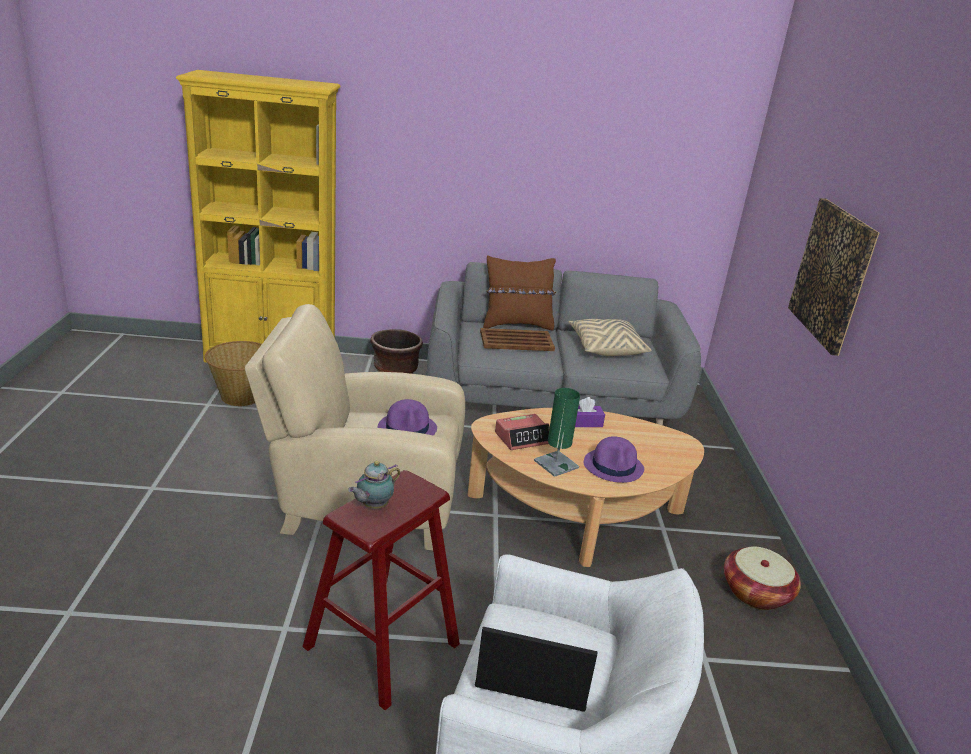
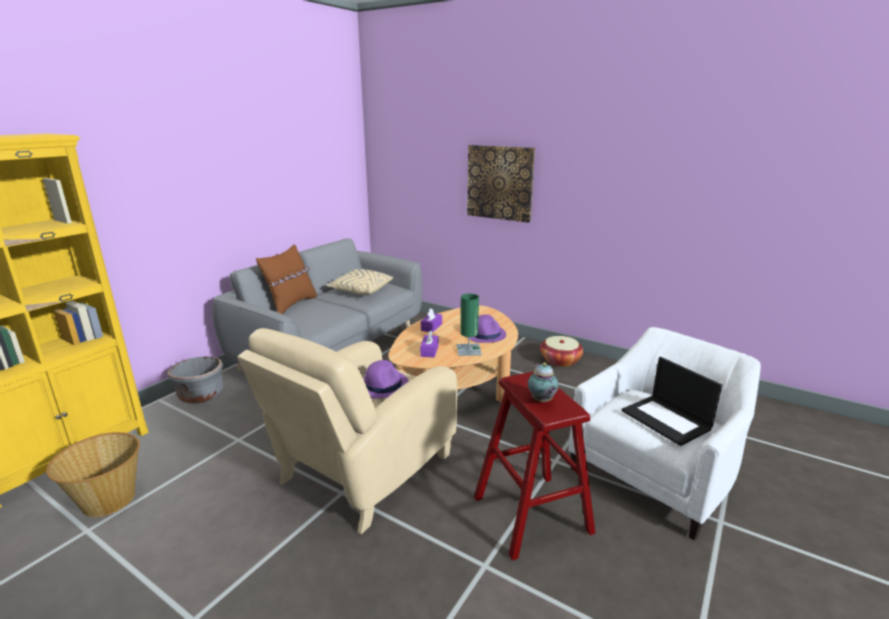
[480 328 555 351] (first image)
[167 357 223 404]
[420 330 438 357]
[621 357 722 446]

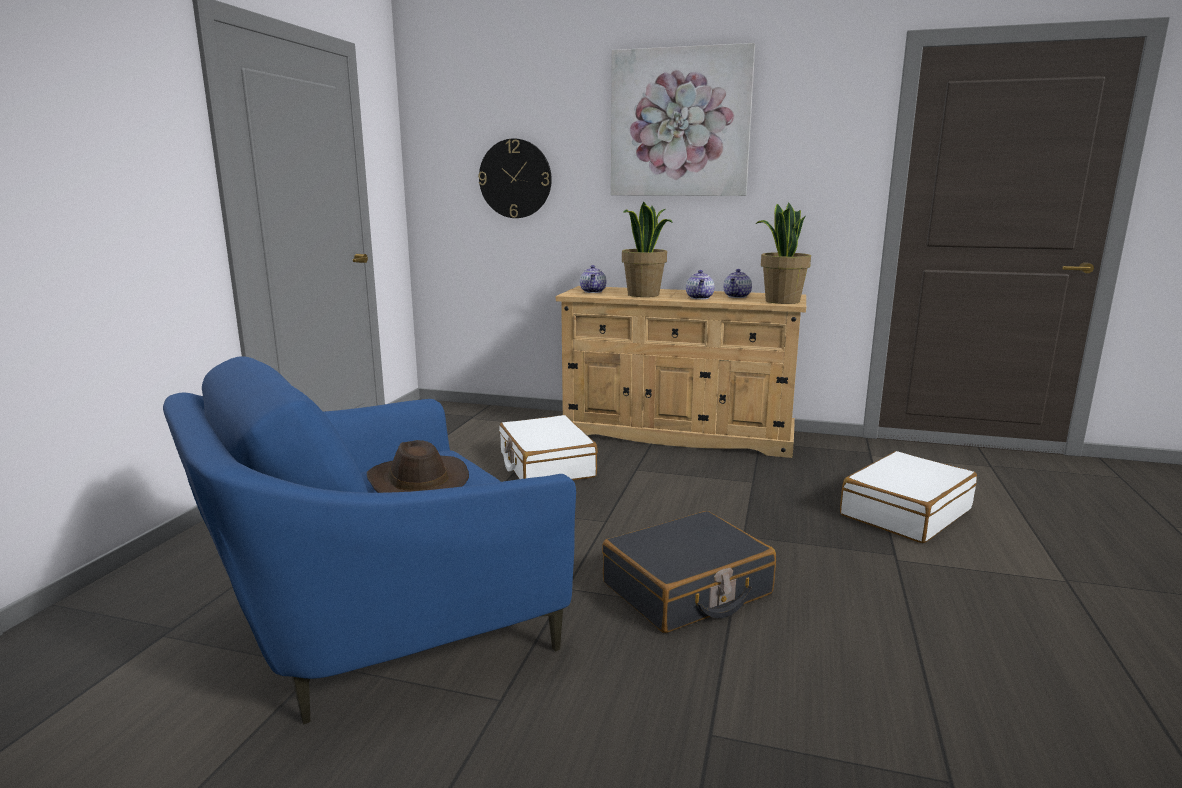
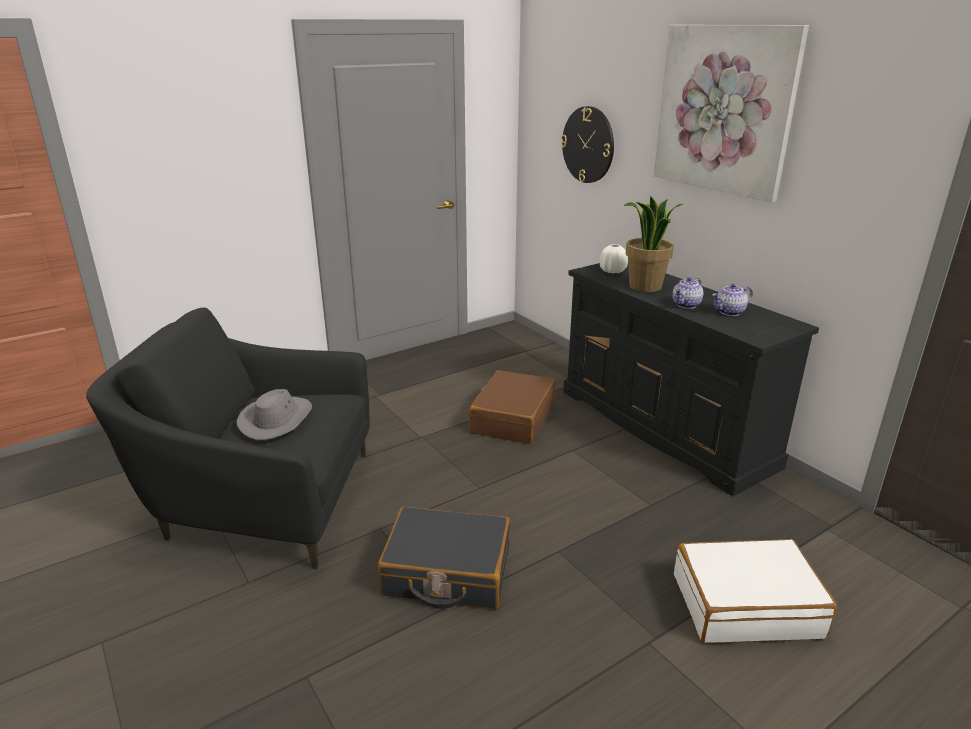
[756 202 811 304] (first image)
[600 244 628 273]
[563 263 819 496]
[86 307 370 569]
[469 370 555 444]
[236 389 312 440]

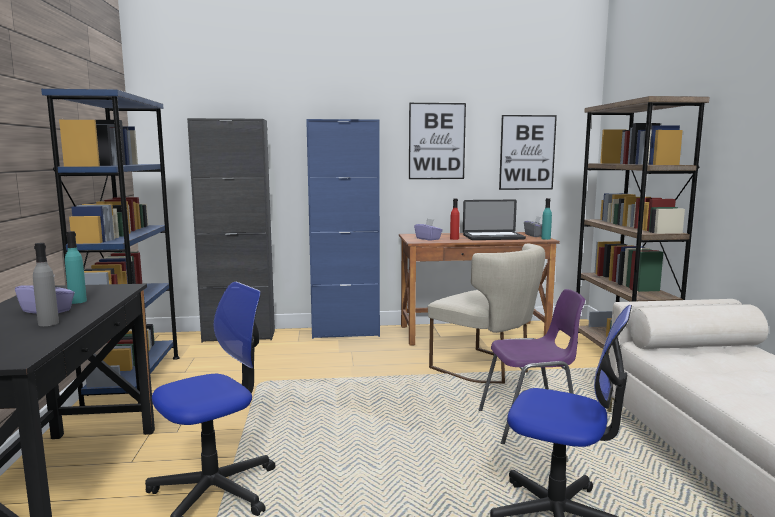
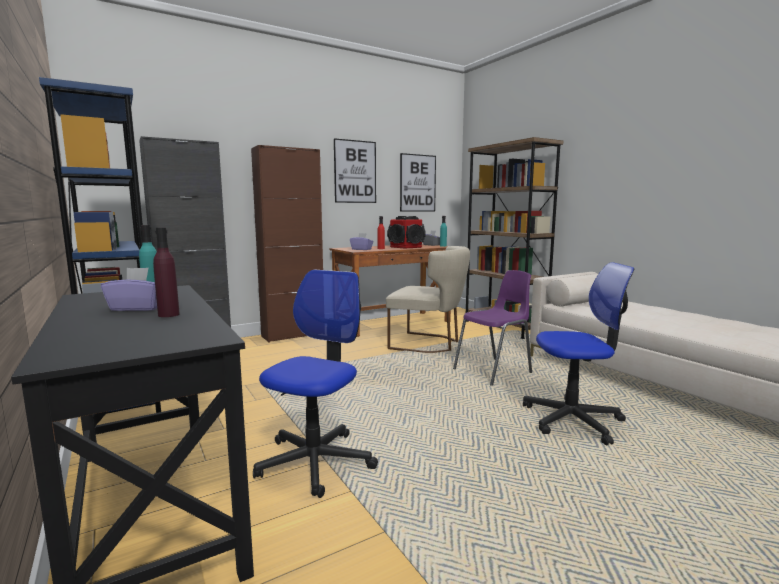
[251 145 323 343]
[387 216 426 248]
[153 228 180 317]

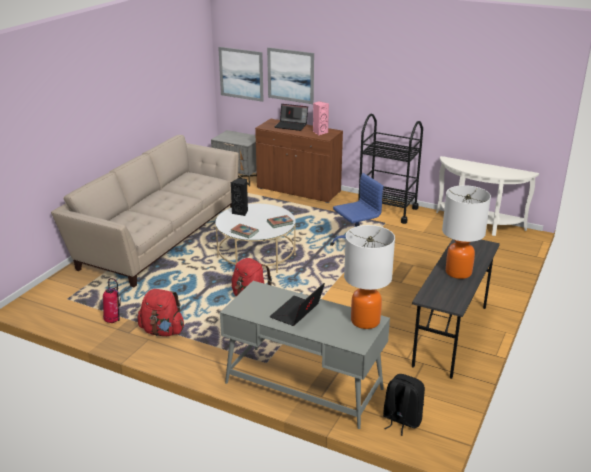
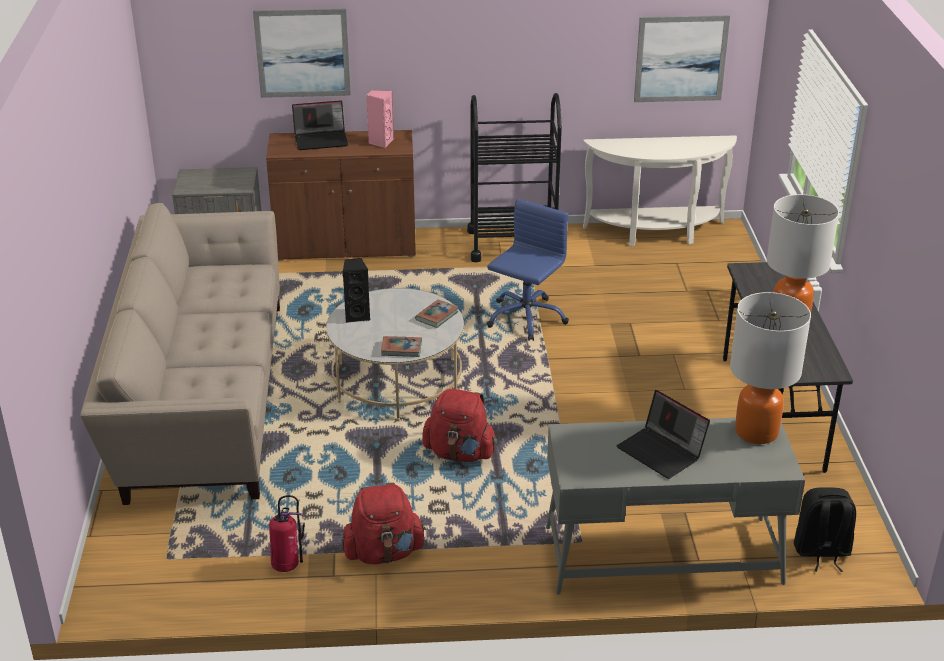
[634 15 730 102]
[617 390 710 479]

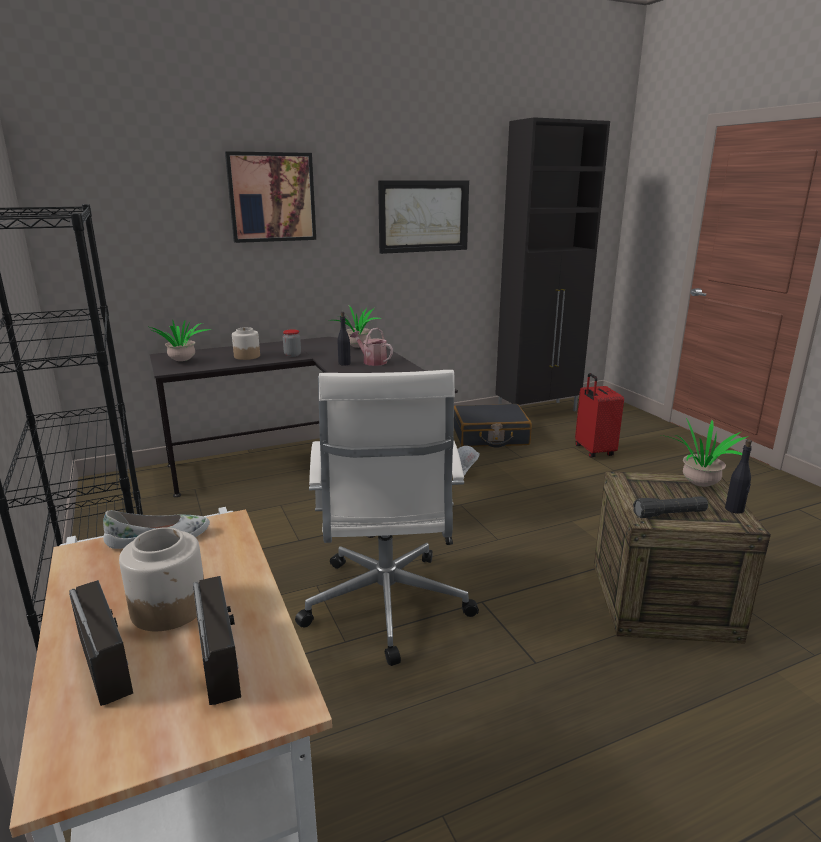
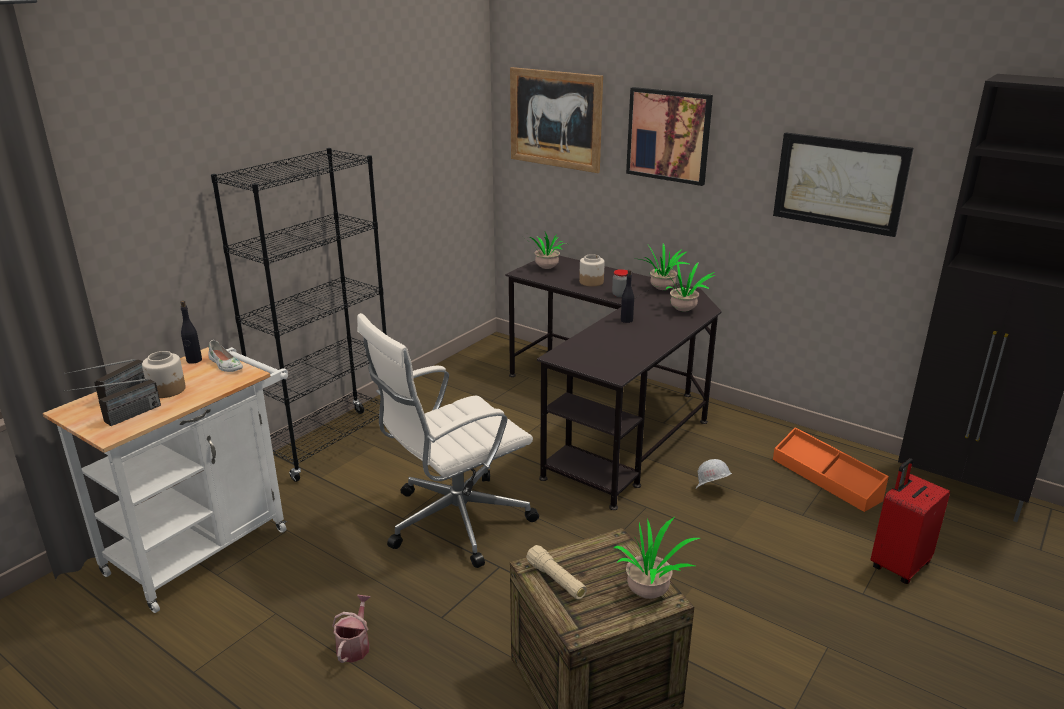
[332 595 371 663]
[773 427 889 512]
[180 301 202 364]
[526 545 587 600]
[510 67 603 173]
[639 243 689 290]

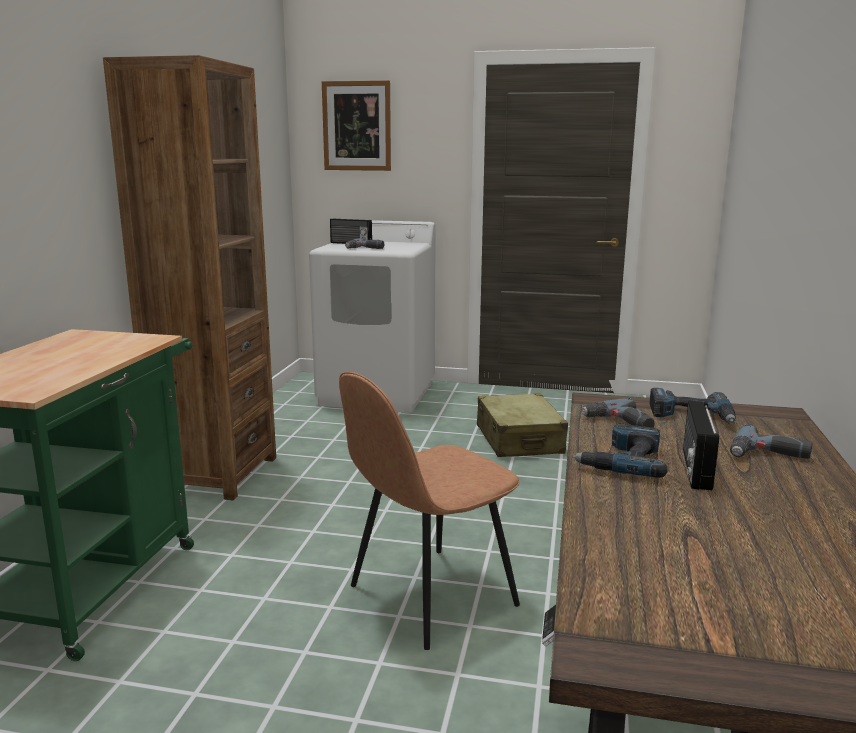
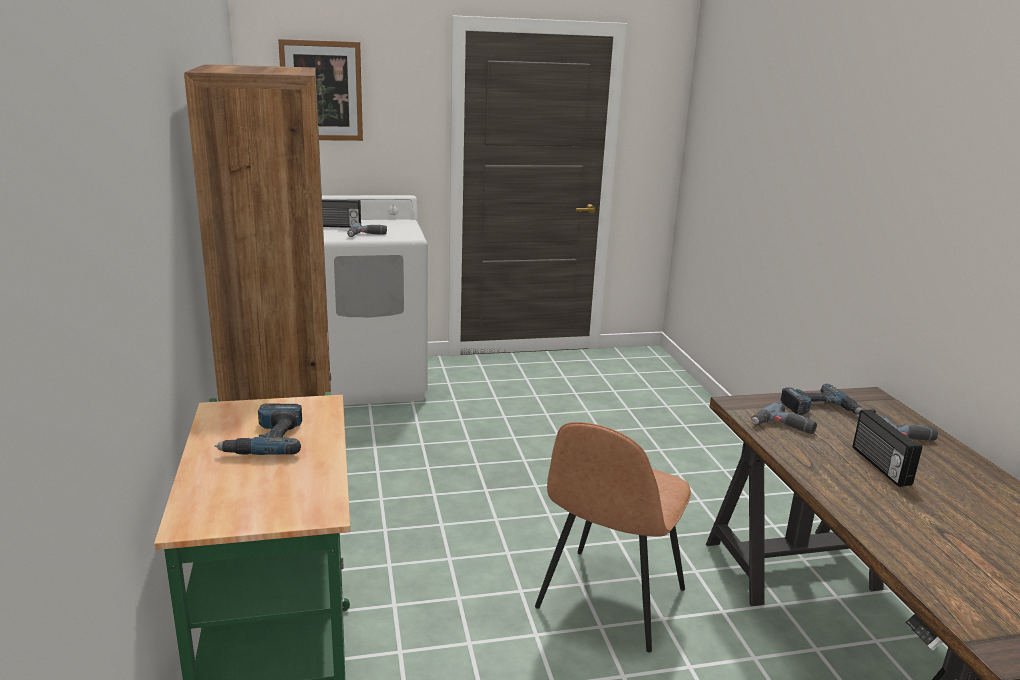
[477 393 568 457] (first image)
[215 404 302 455]

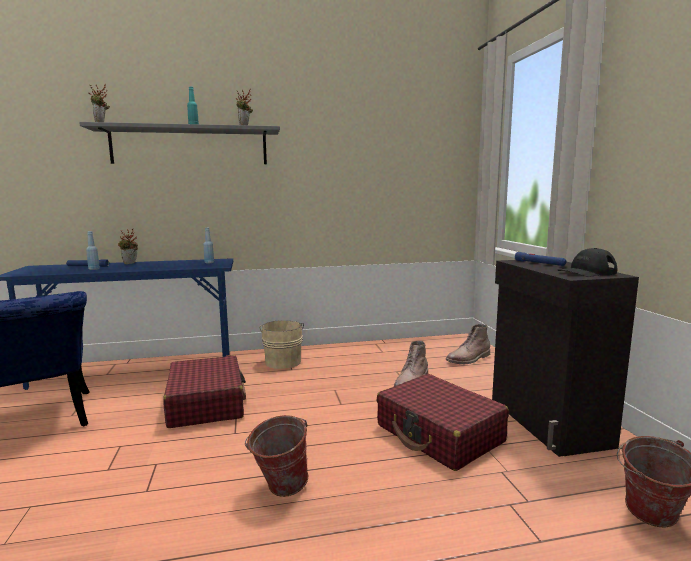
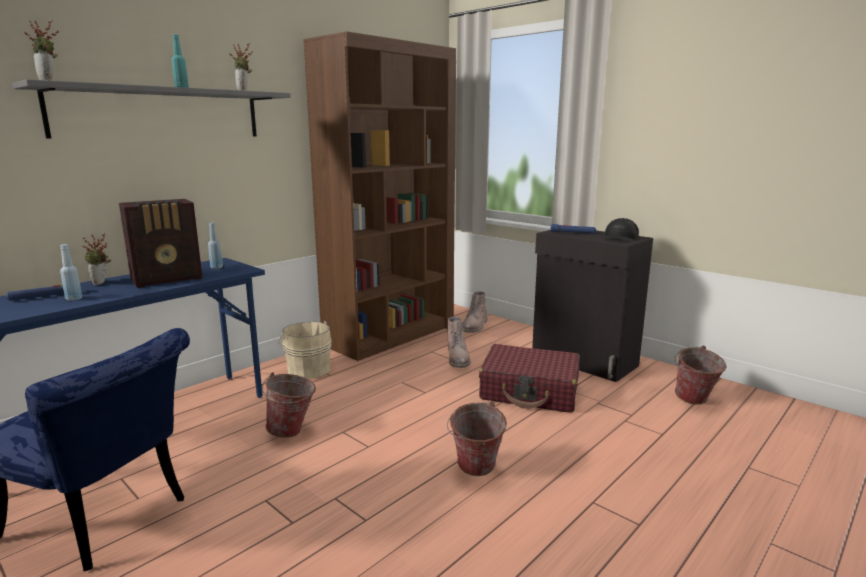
[262 372 316 438]
[303 31 456 361]
[119 199 202 288]

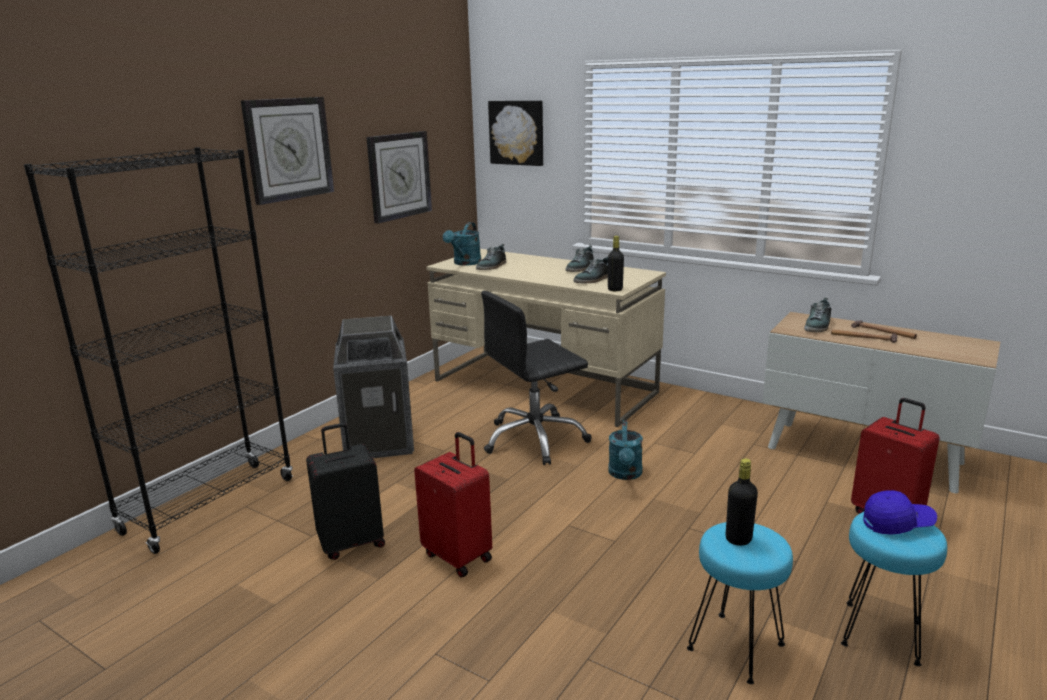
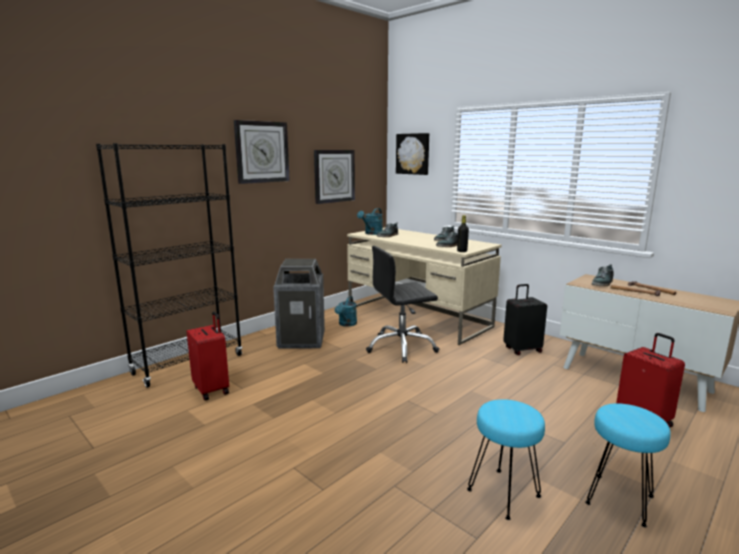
[335 296 357 326]
[503 284 547 355]
[187 312 229 400]
[726 458 758 546] (first image)
[863 490 937 535] (first image)

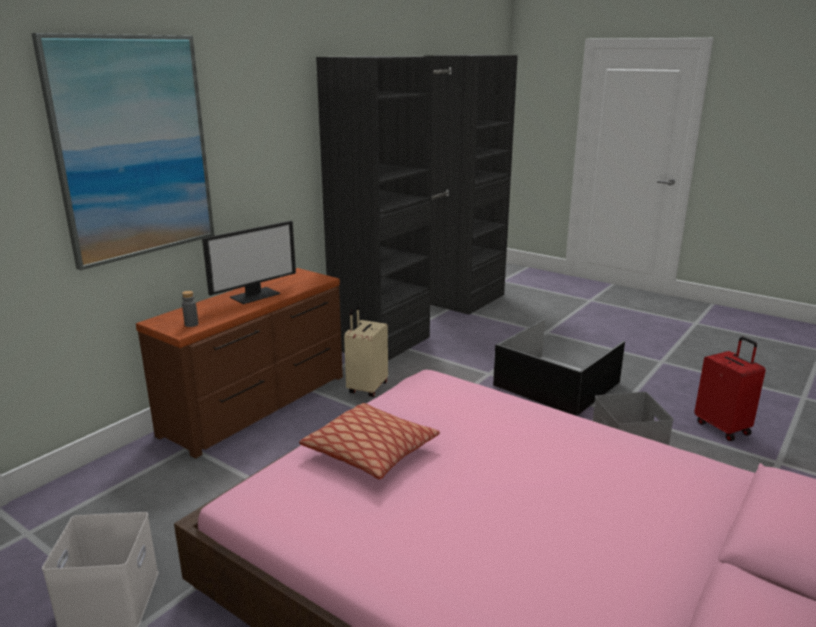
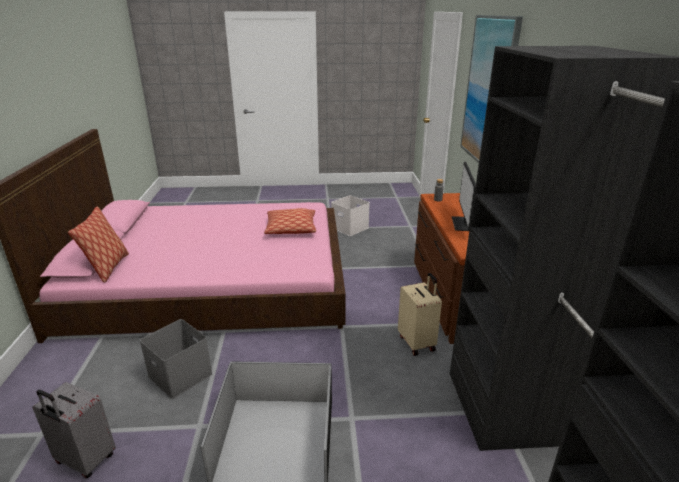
[32 382 116 478]
[68 207 129 282]

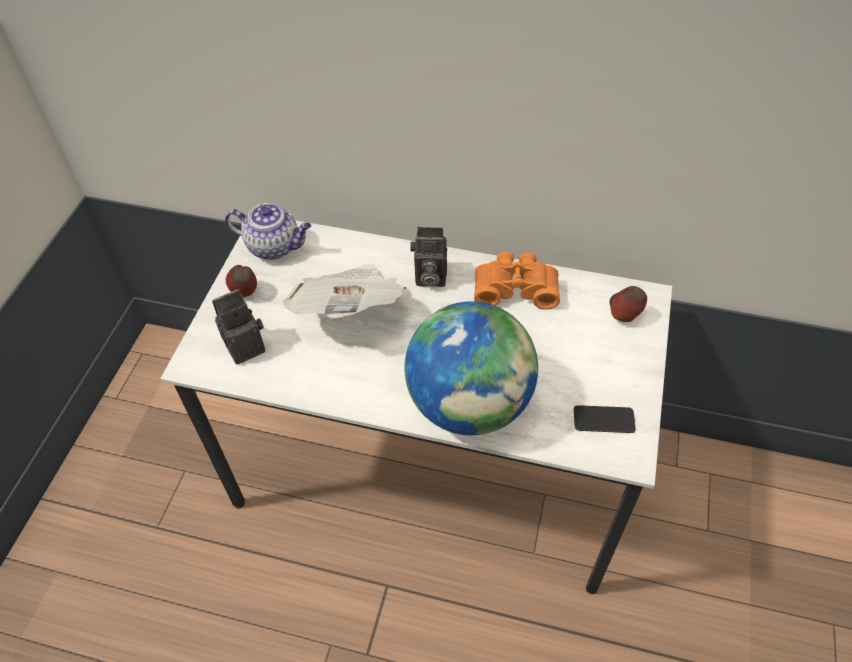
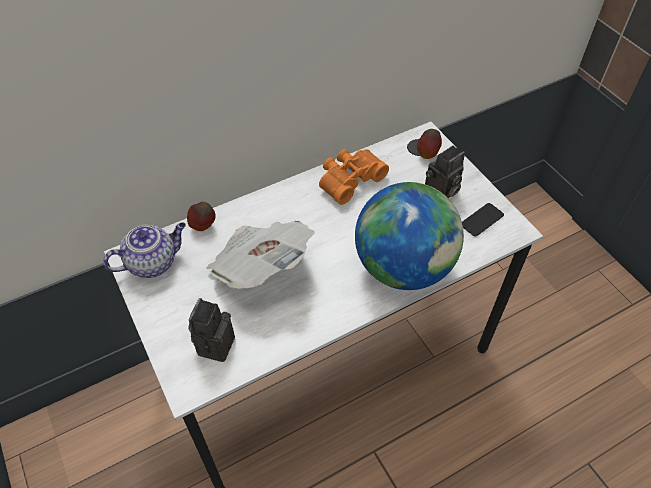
[425 145 465 198]
[187 202 216 231]

